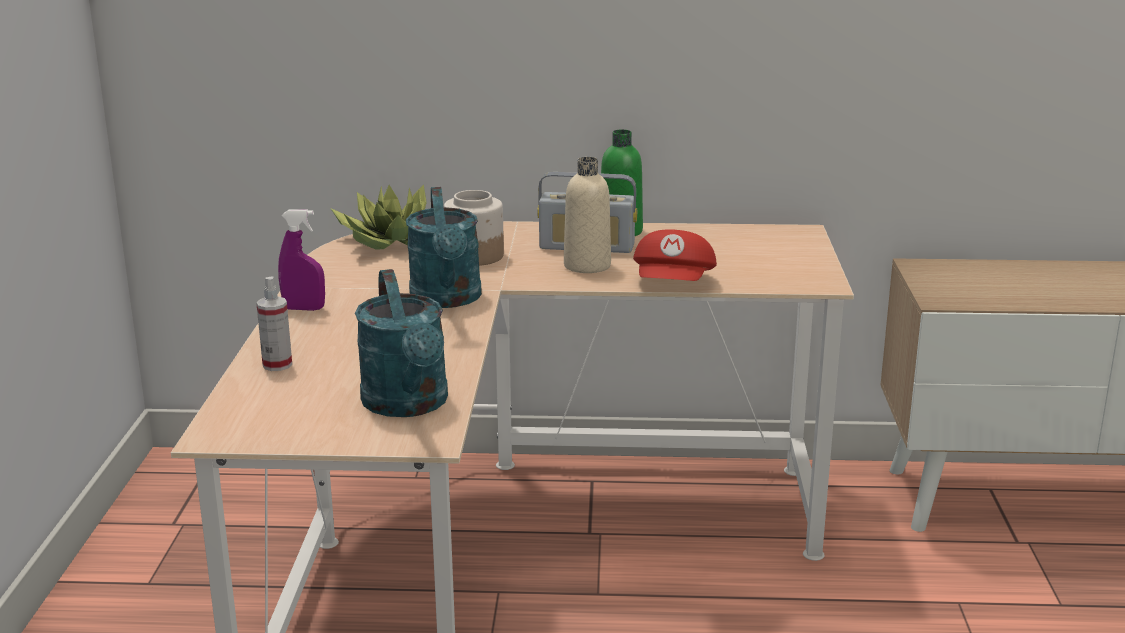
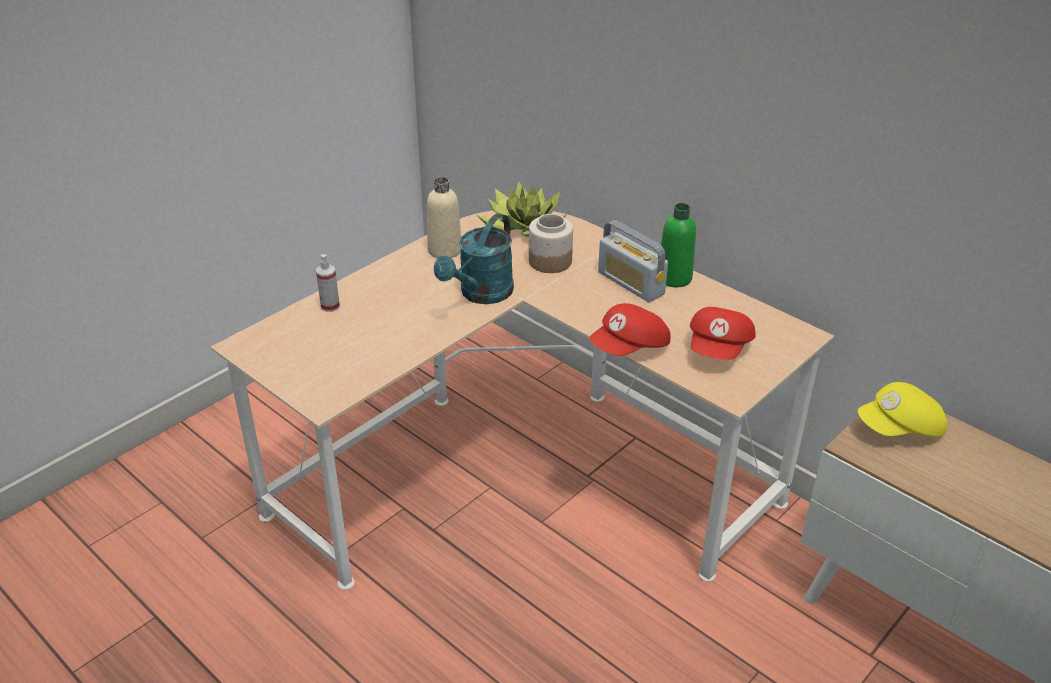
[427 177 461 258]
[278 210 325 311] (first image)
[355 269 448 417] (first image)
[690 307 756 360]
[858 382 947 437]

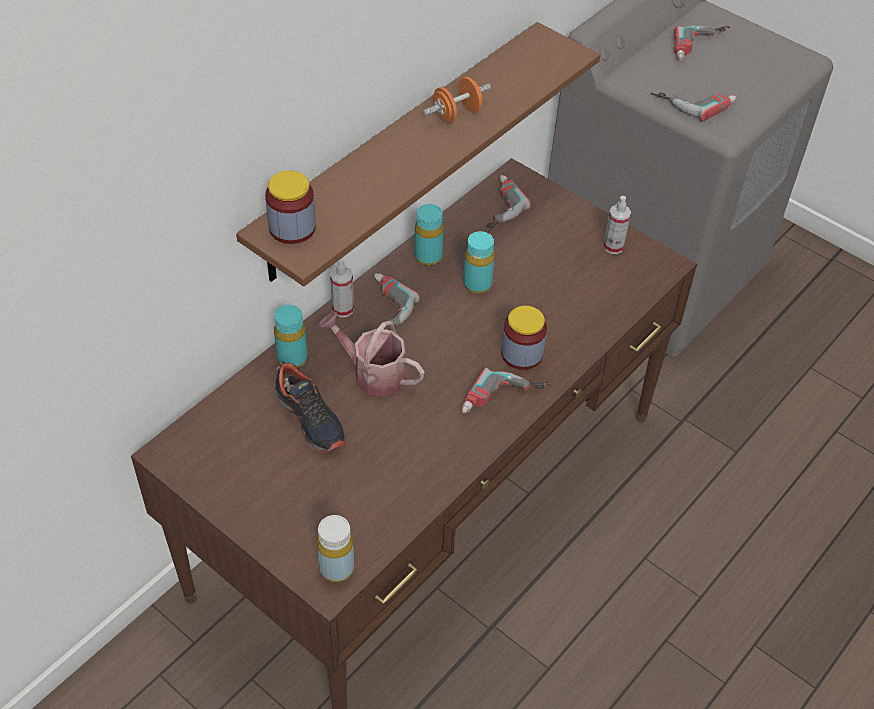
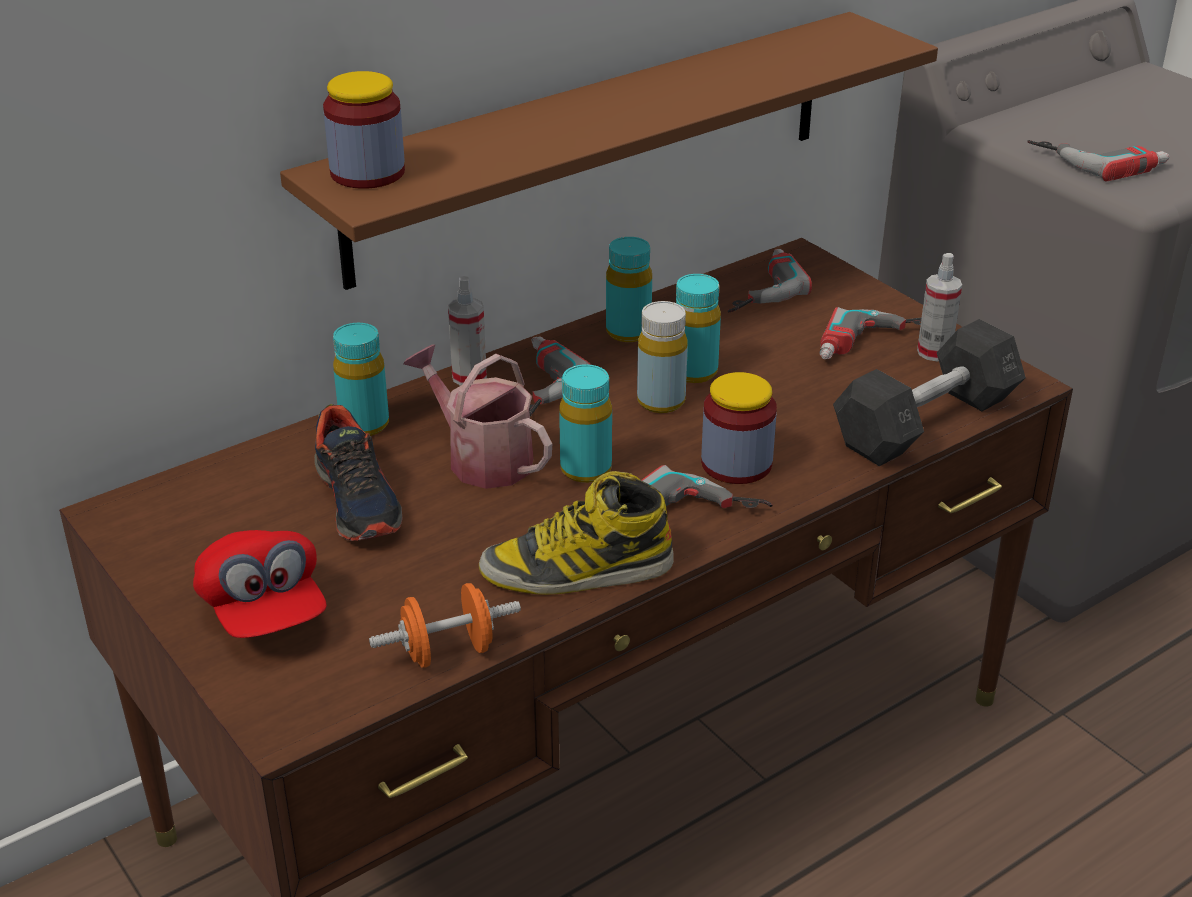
[819 307 921 359]
[369 583 521 668]
[637 301 688 413]
[833 319 1026 466]
[559 364 612 483]
[479 471 674 595]
[193 530 327 638]

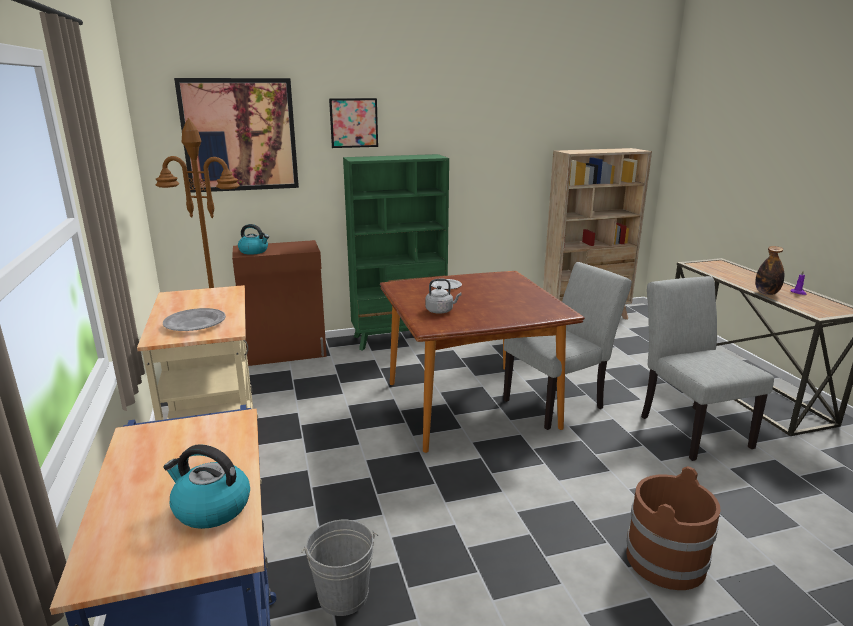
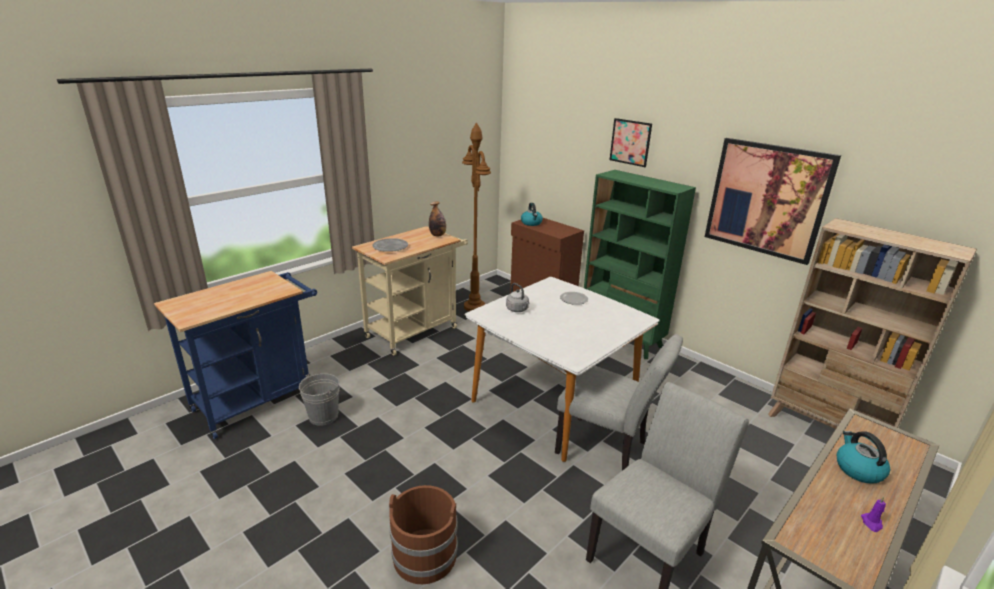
[705 138 841 265]
[429 201 446 236]
[464 277 660 462]
[837 431 890 484]

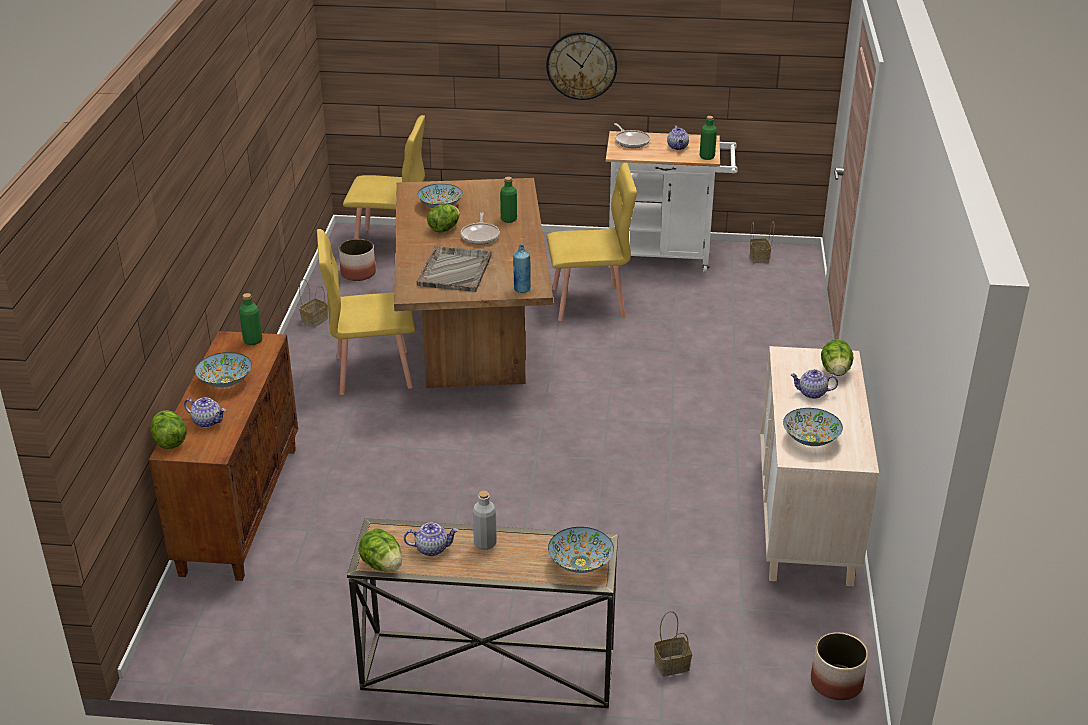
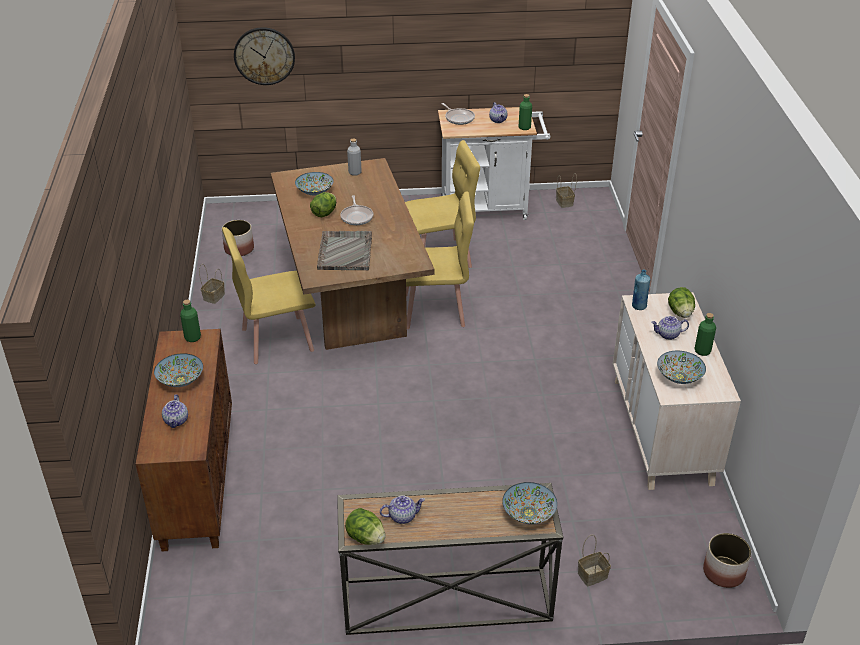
[234 27 295 85]
[406 192 474 329]
[694 313 716 356]
[632 270 650 310]
[162 394 188 428]
[151 410 187 449] (first image)
[347 138 362 176]

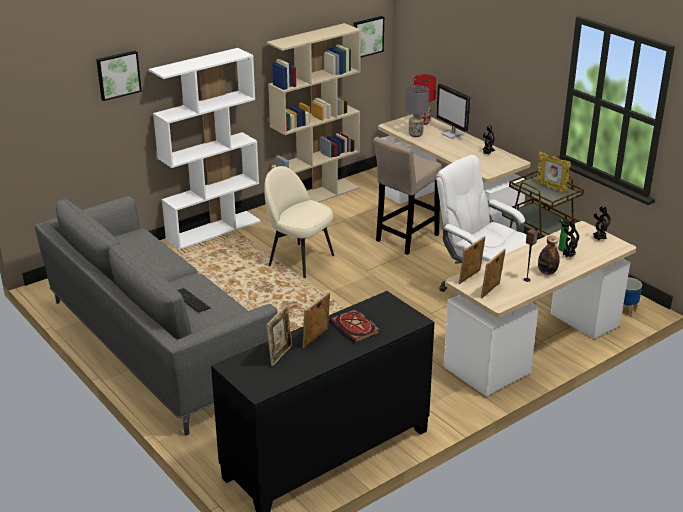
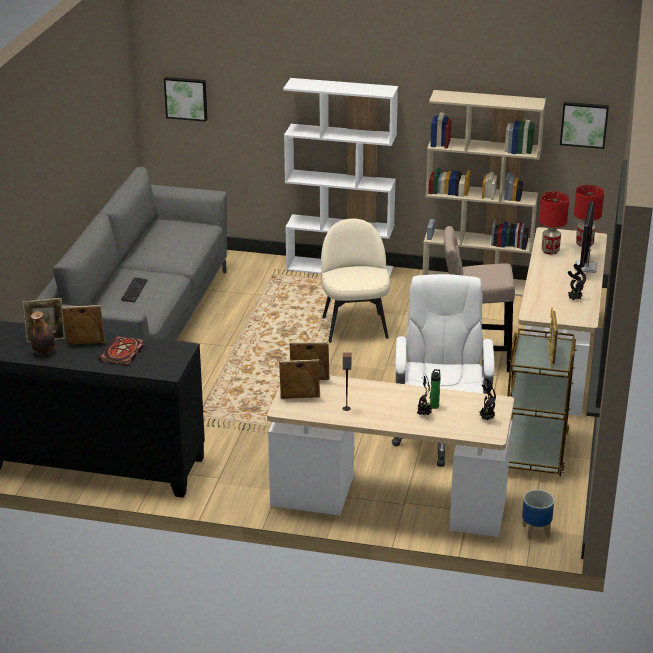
[164 77 207 122]
[539 191 569 255]
[30 311 55 356]

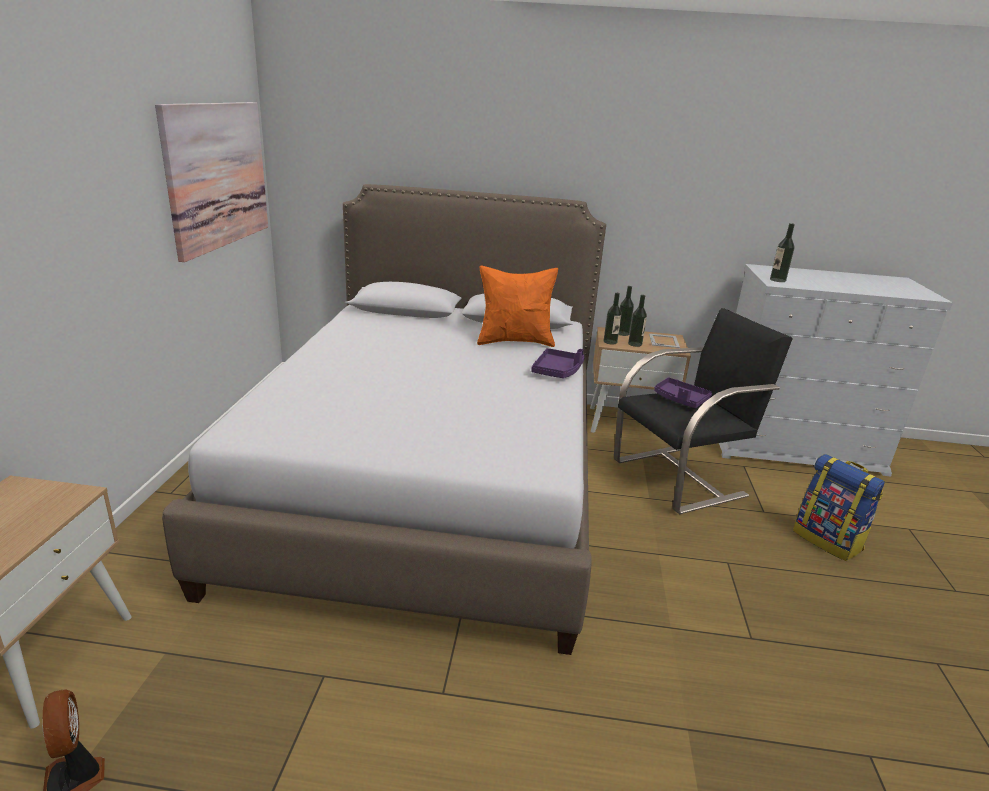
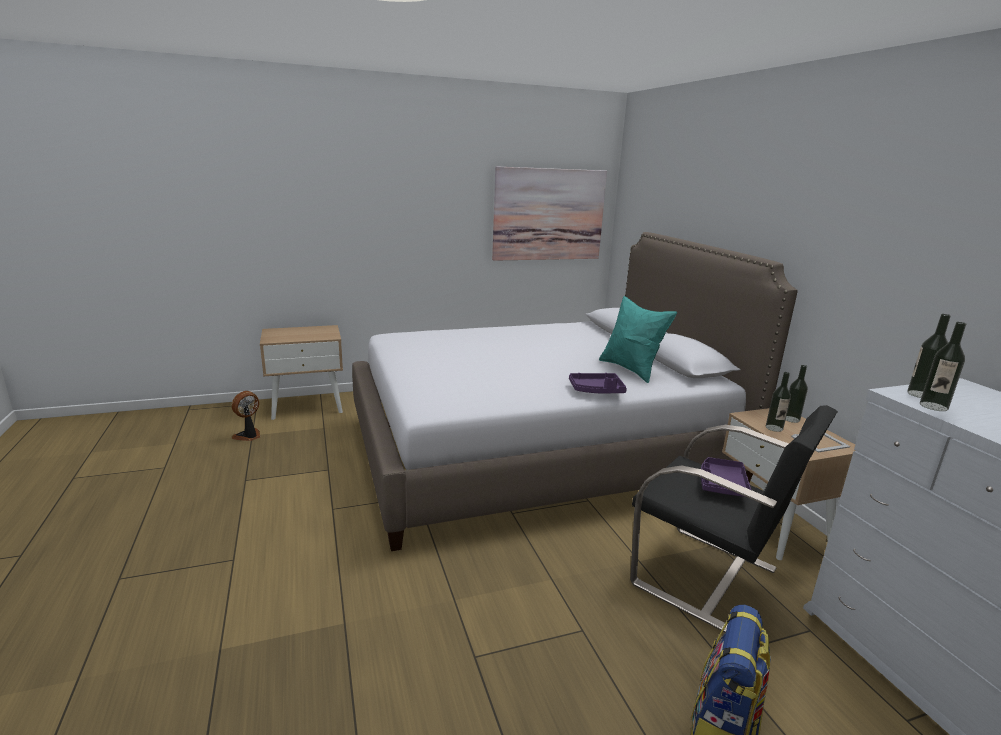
[599 296 677 383]
[920 322 966 411]

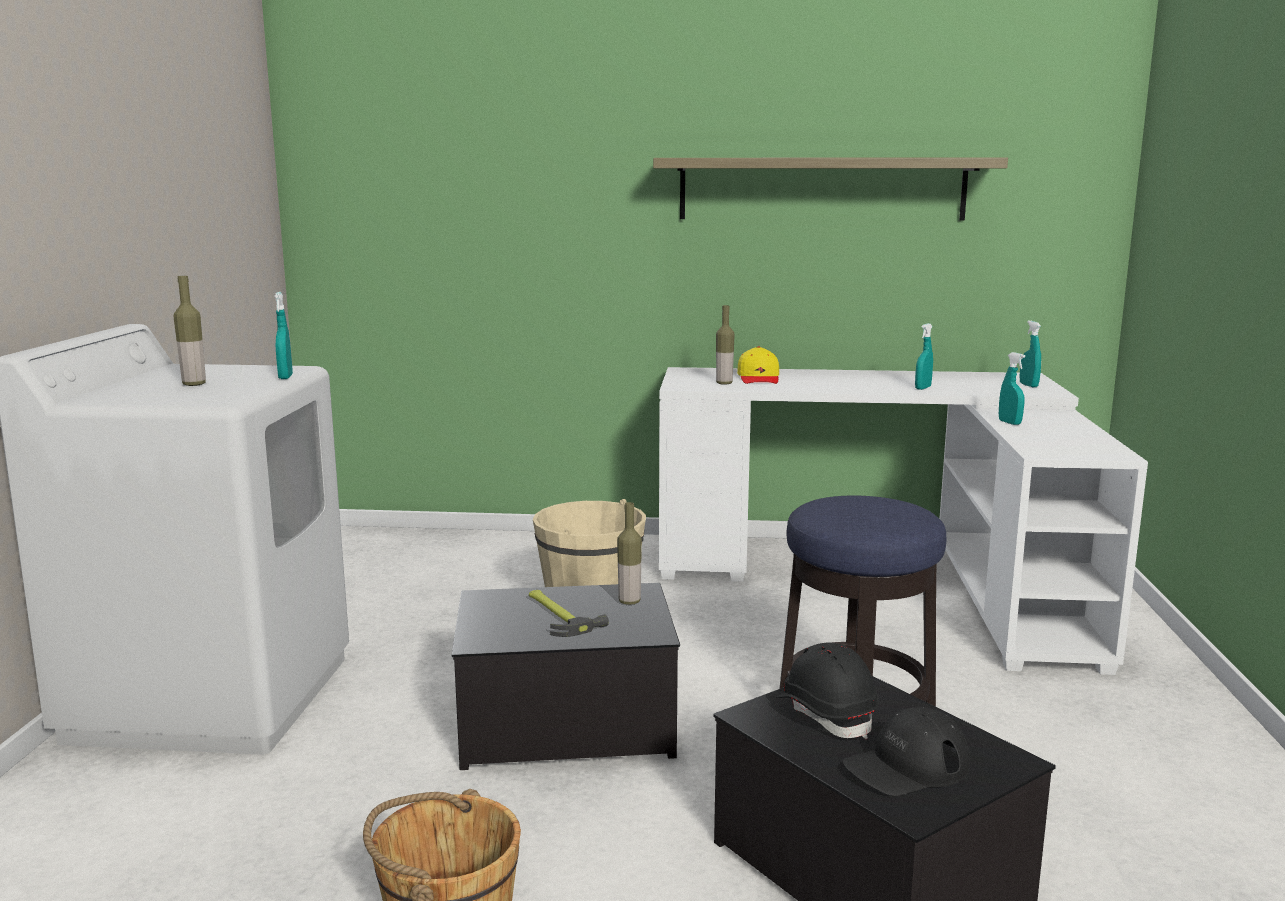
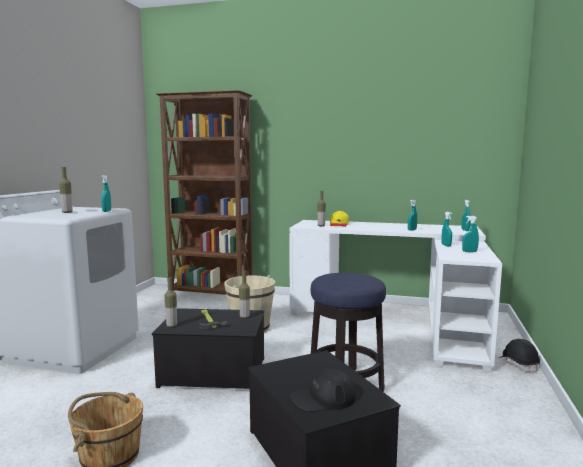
[653 157 1008 220] (first image)
[499 339 540 373]
[156 90 253 295]
[462 216 479 252]
[164 277 177 328]

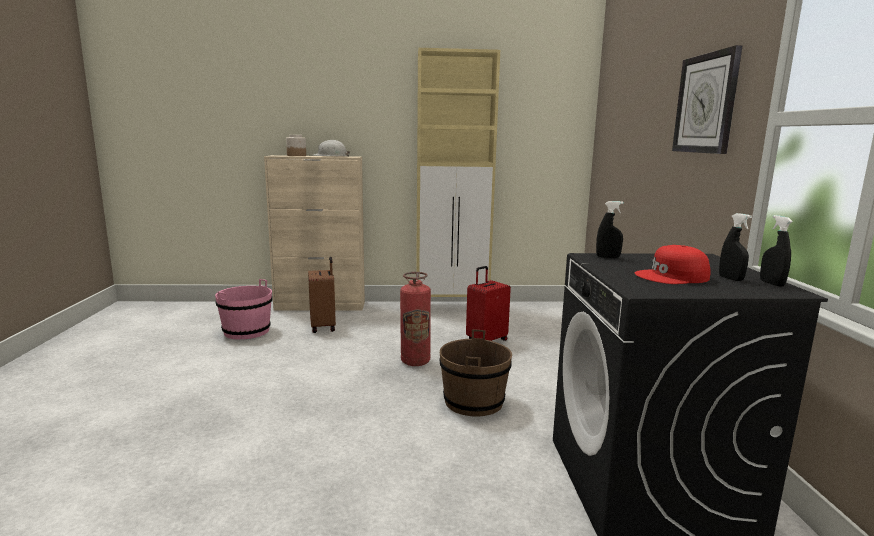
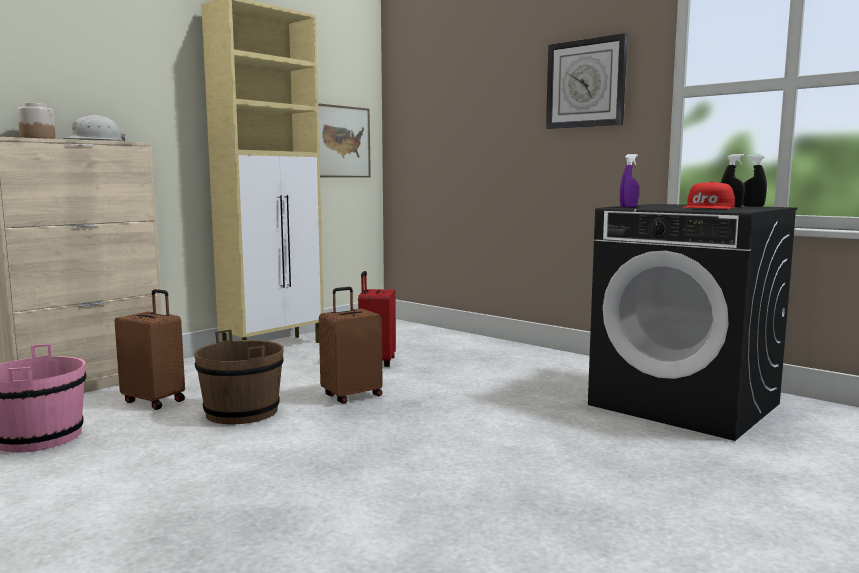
[620 154 639 207]
[319 287 383 404]
[194 330 284 424]
[318 103 371 178]

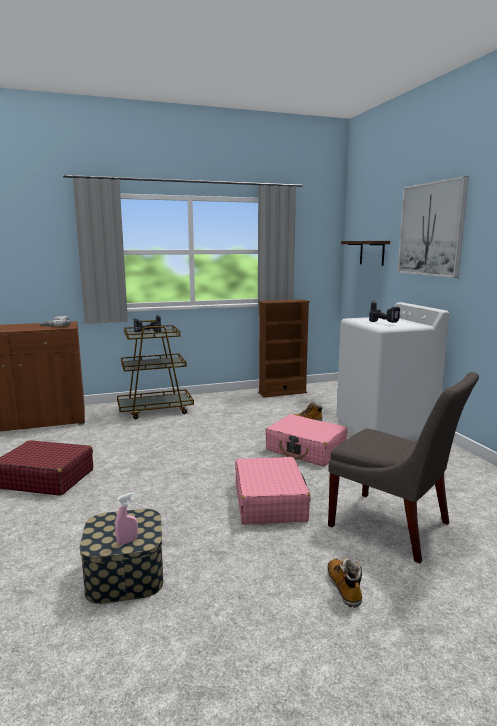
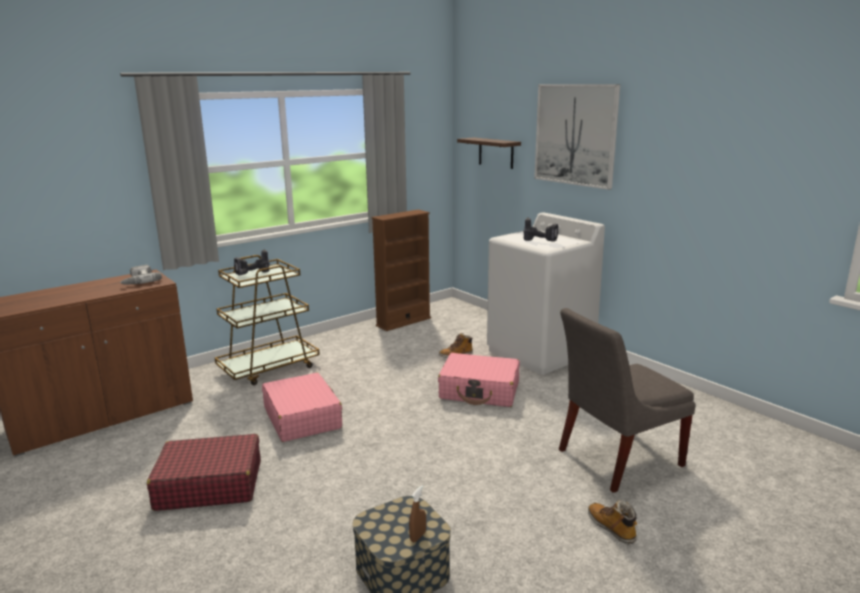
[559 308 696 493]
[262 373 342 442]
[409 485 426 542]

